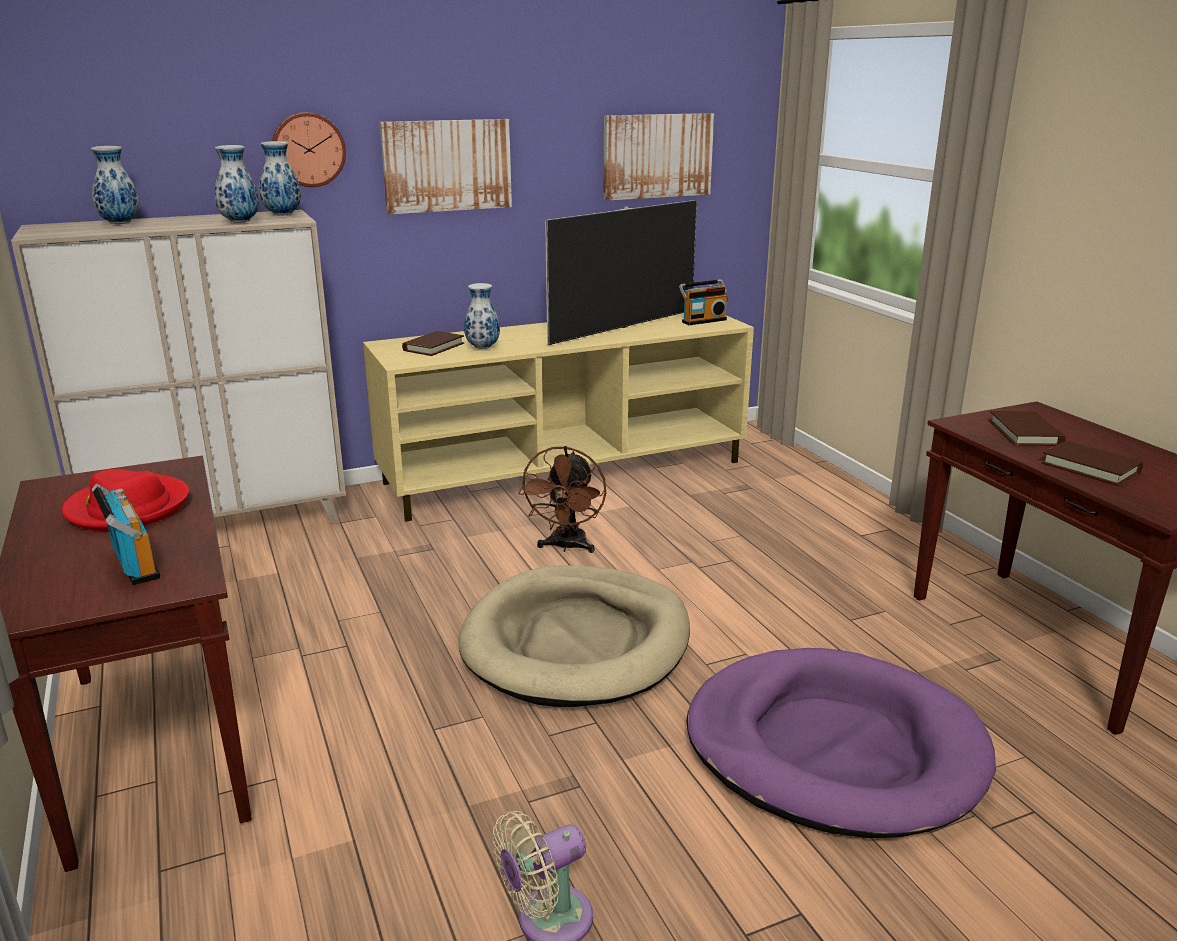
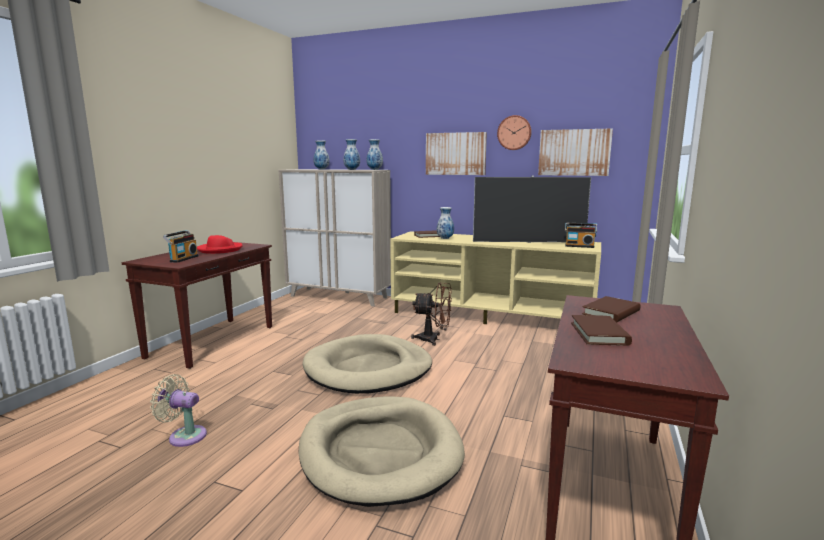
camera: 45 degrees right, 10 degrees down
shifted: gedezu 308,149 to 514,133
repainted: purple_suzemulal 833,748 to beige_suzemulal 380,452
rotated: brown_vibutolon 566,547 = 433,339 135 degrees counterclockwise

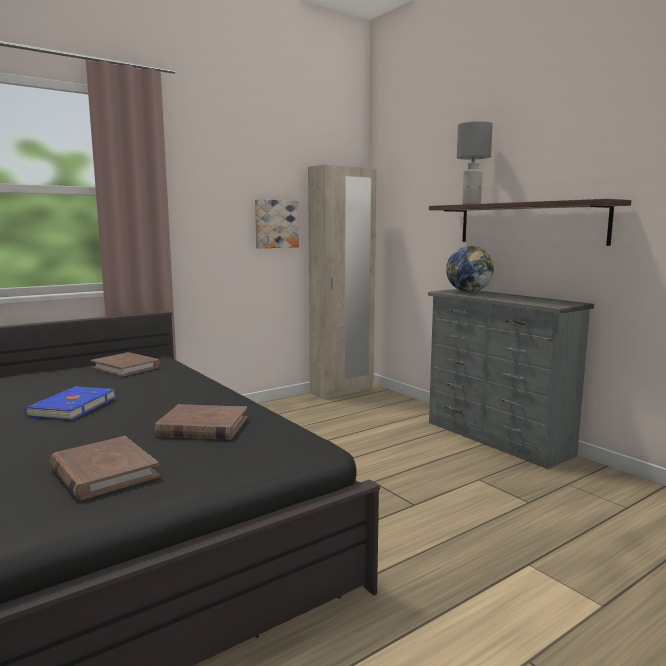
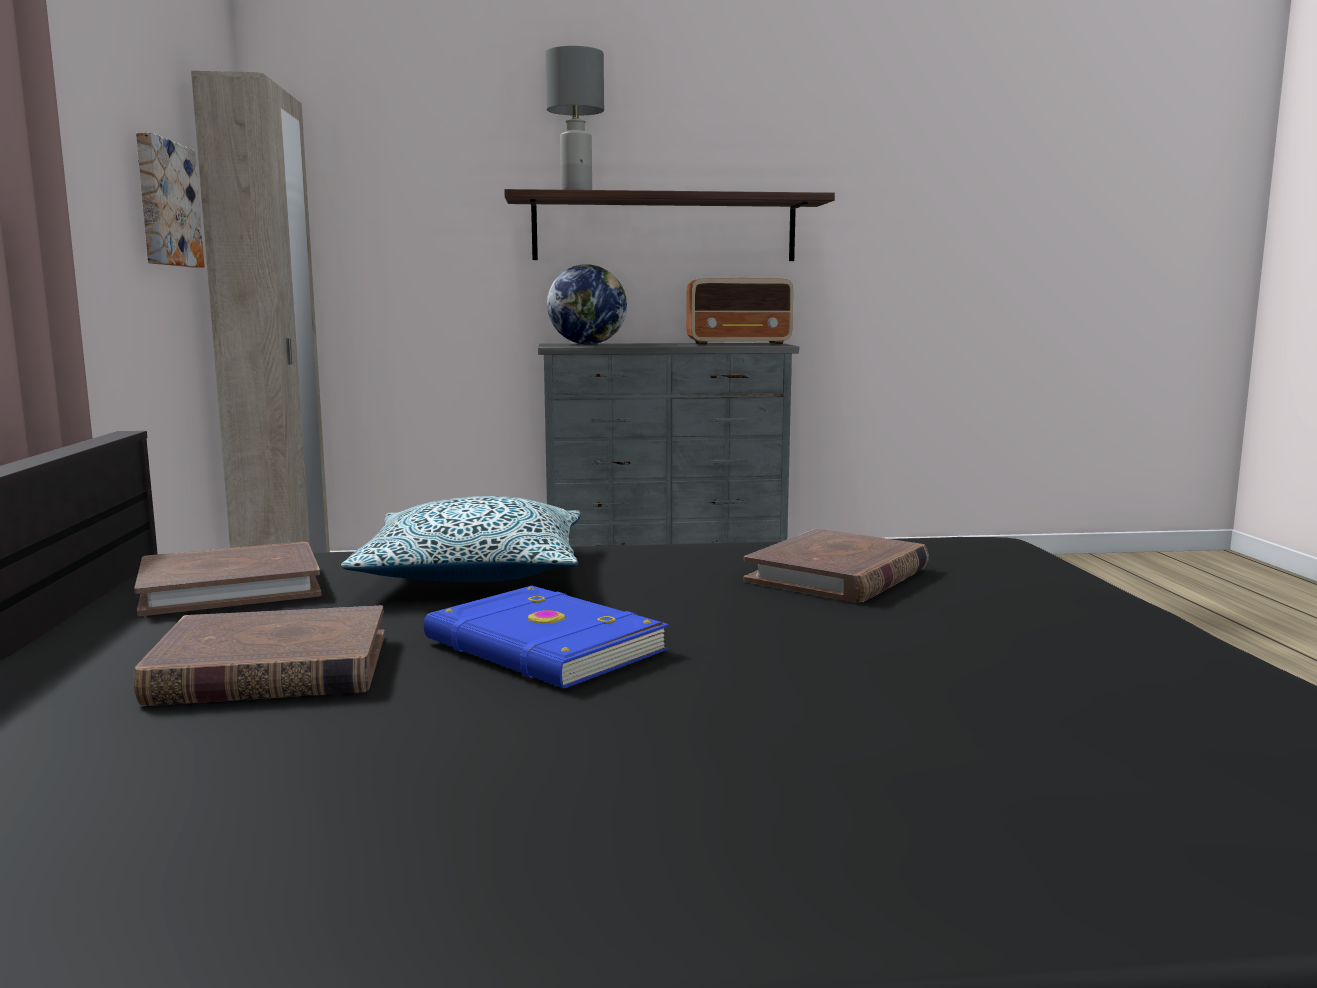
camera: 60 degrees left, 0 degrees up
new: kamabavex 474,572; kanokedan 739,343
shifted: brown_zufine 103,472 to 271,668

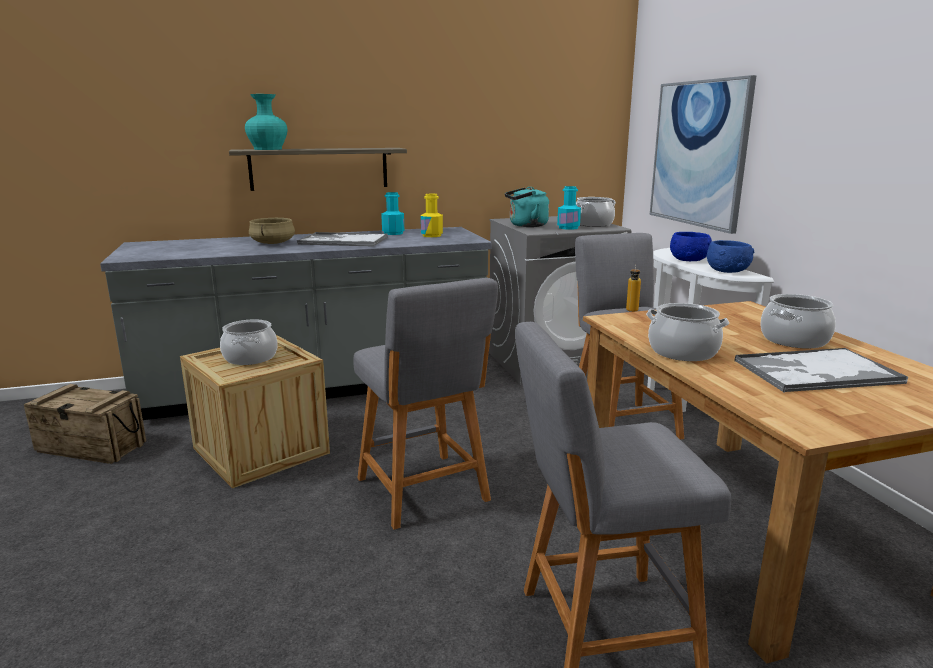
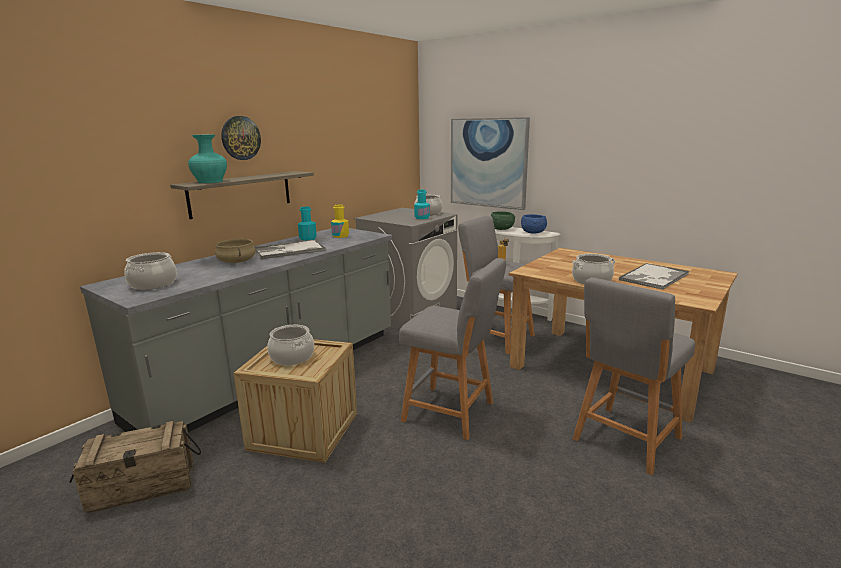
camera: 35 degrees left, 0 degrees up
gone: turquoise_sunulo 526,225
new: gedezu 240,138
shifted: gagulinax 794,340 to 153,284
repainted: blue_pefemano 689,260 to green_pefemano 502,229

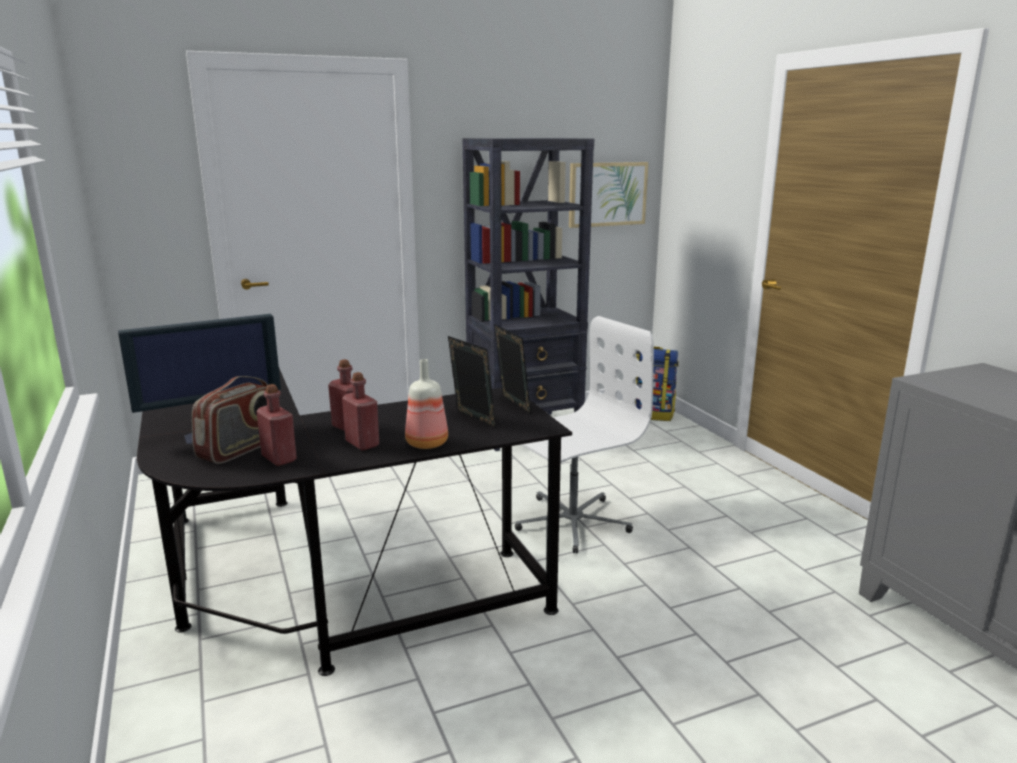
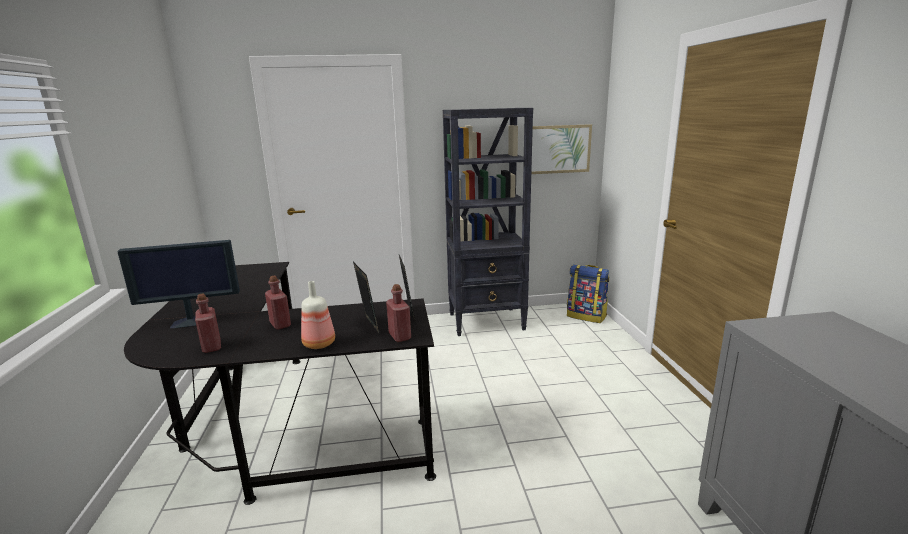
camera: 15 degrees right, 0 degrees up
gone: kanokedan 240,449; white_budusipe 571,522
shifted: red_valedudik 362,444 to 399,336

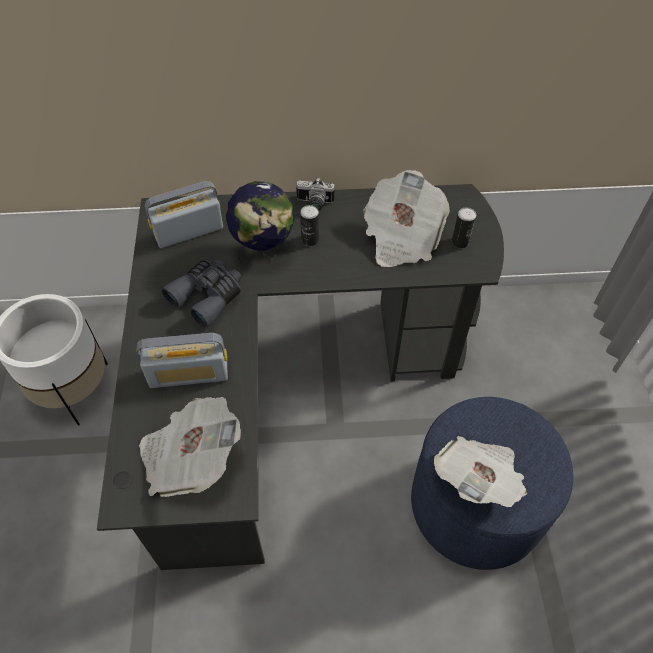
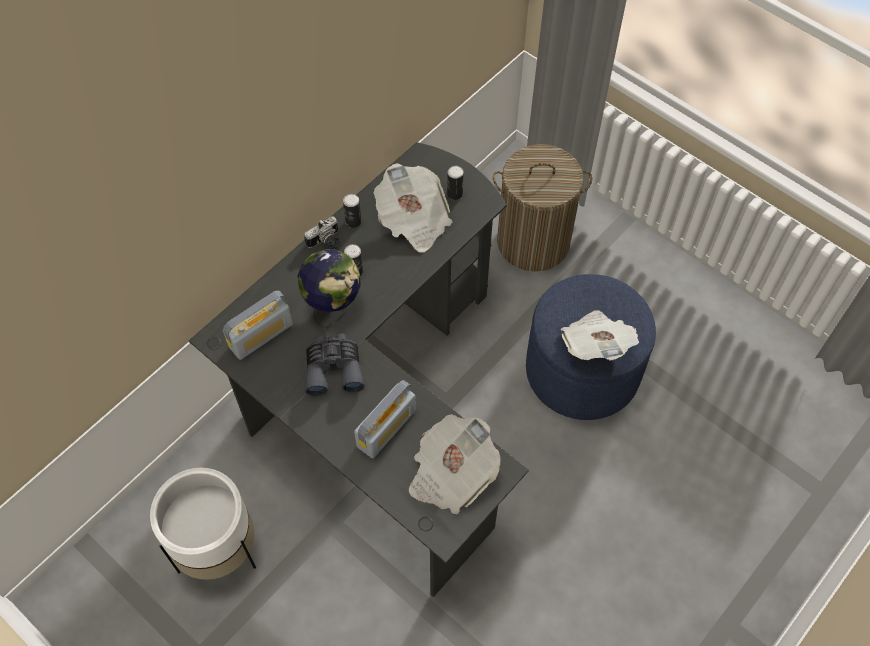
camera: 45 degrees left, 5 degrees up
new: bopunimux 353,221; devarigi 533,241
rotated: kanokedan 188,231 = 261,335 150 degrees counterclockwise

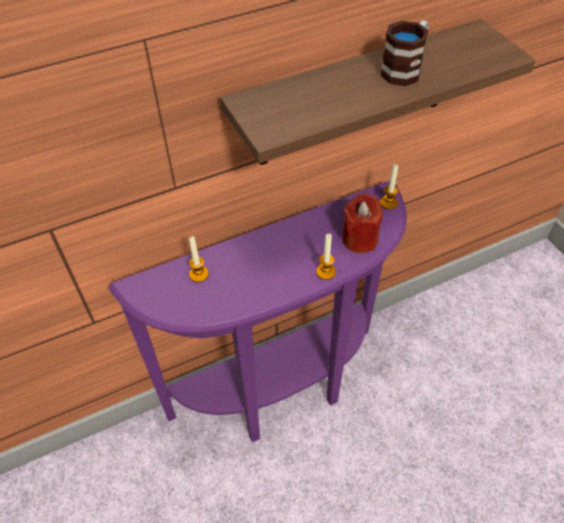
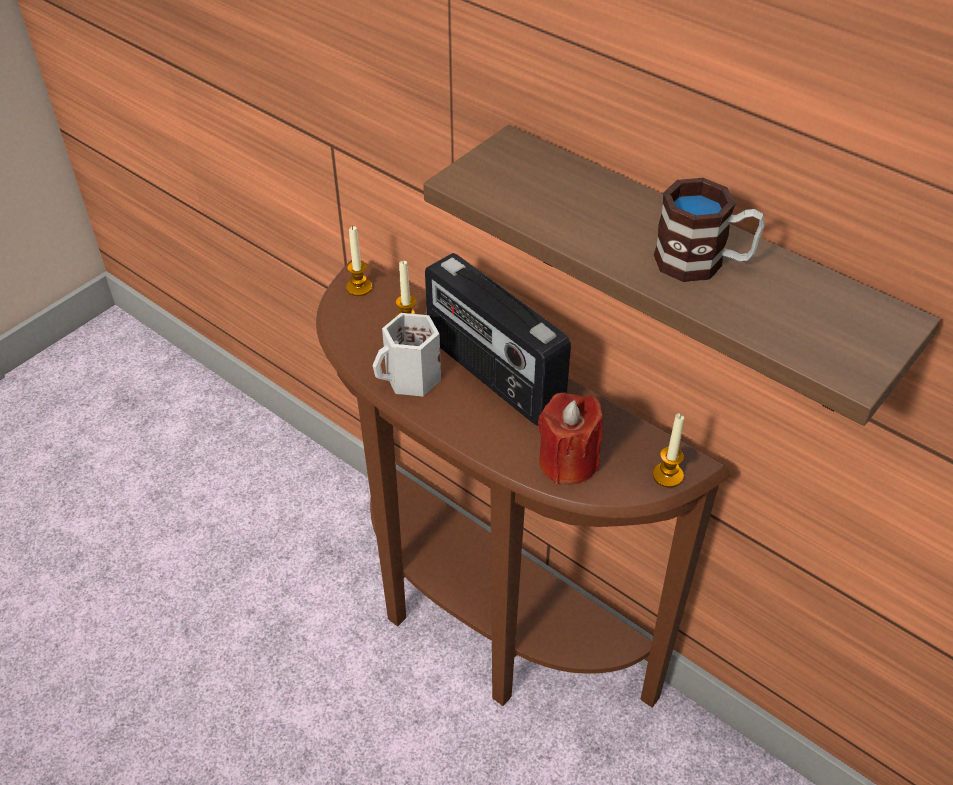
camera: 65 degrees right, 5 degrees down
new: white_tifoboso 411,379; kanokedan 492,375
shifted: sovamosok 325,272 to 359,287
repainted: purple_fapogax 282,392 to brown_fapogax 481,626

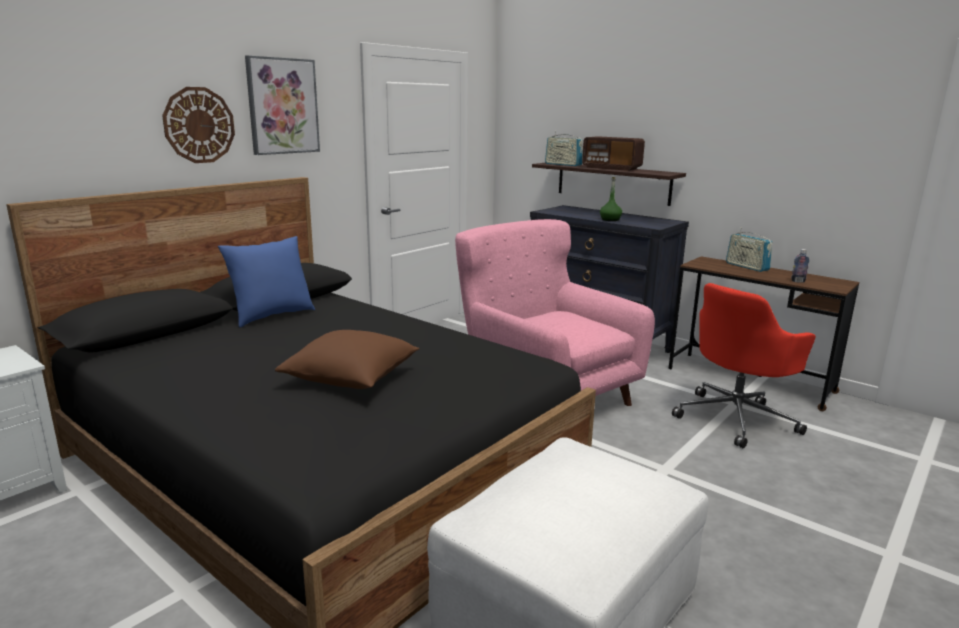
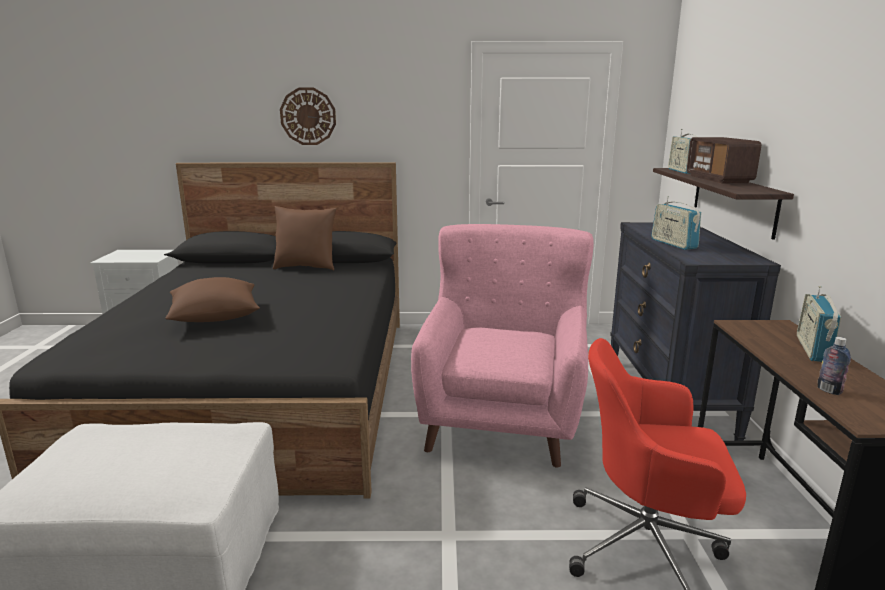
camera: 50 degrees right, 0 degrees up
gone: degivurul 282,106
swapped: green_valedudik 610,220 to kanokedan 673,244
repainted: blue_kamabavex 272,316 to brown_kamabavex 306,267

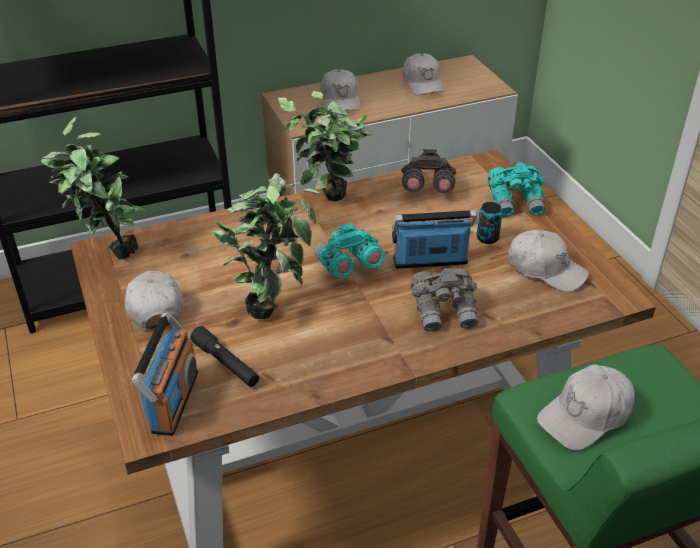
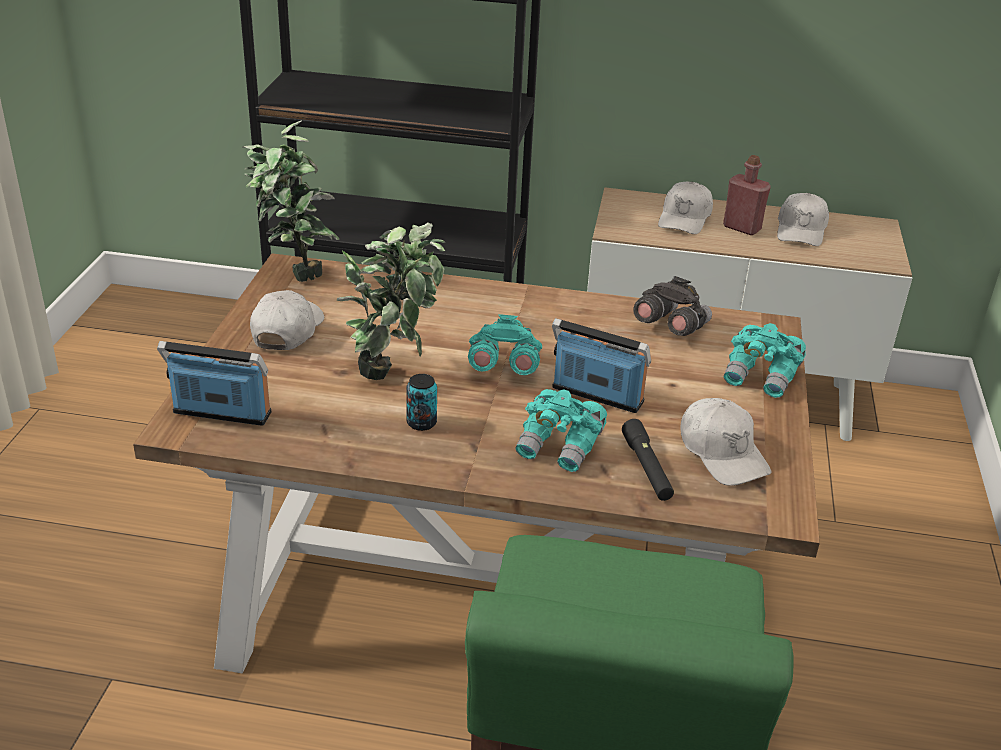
camera: 30 degrees right, 5 degrees down
gone: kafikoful 328,204; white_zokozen 586,416
new: red_valedudik 741,228
shifted: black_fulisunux 225,363 to 647,468; bopunimux 487,238 to 421,423
repainted: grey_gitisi 444,311 to turquoise_gitisi 560,446
rotated: kanokedan 173,401 = 221,414 120 degrees counterclockwise

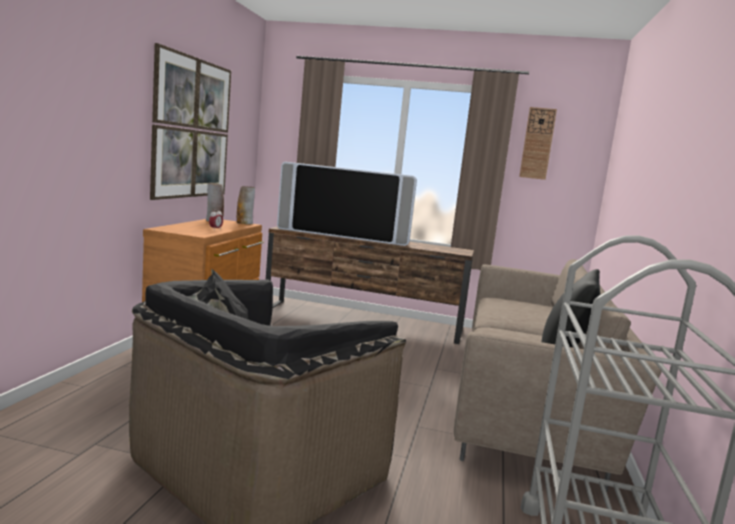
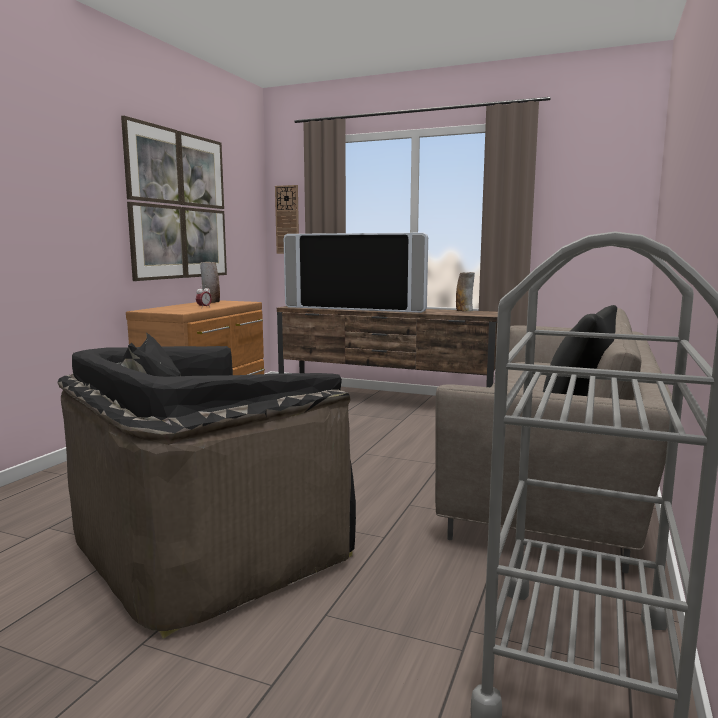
camera: 10 degrees right, 0 degrees up
shifted: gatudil 244,223 to 464,311; gedezu 537,143 to 287,220

